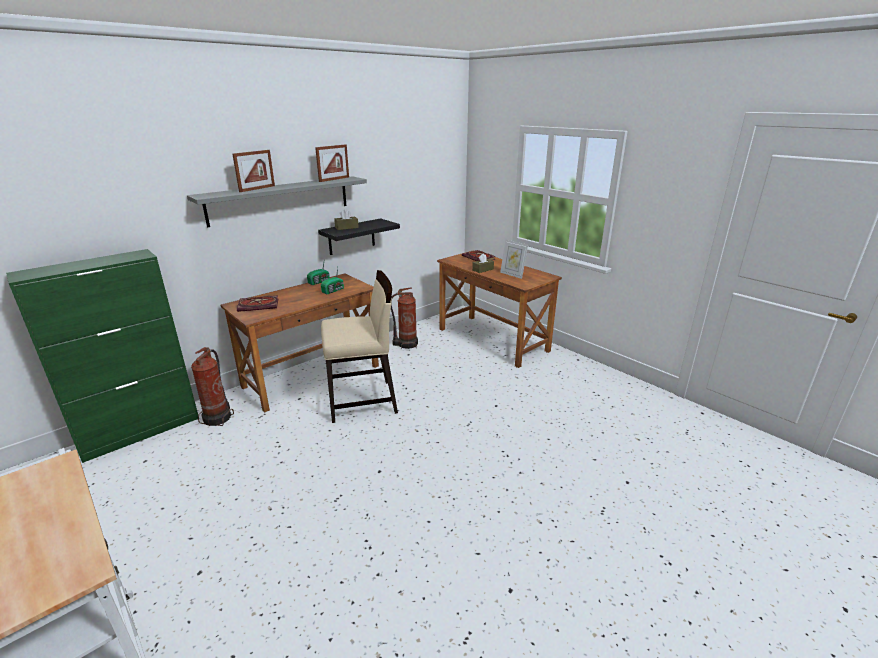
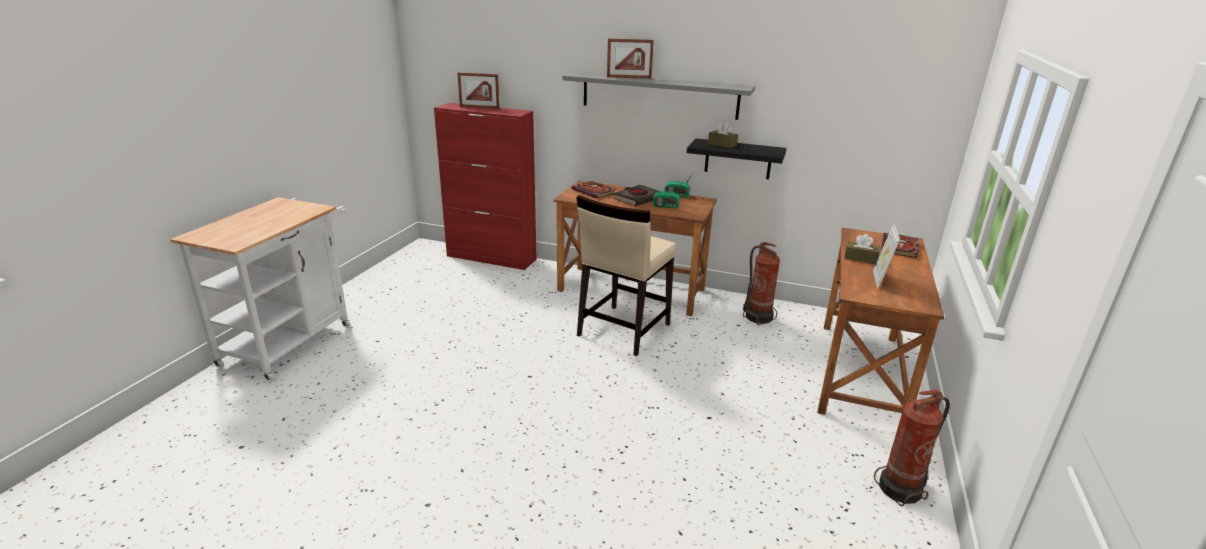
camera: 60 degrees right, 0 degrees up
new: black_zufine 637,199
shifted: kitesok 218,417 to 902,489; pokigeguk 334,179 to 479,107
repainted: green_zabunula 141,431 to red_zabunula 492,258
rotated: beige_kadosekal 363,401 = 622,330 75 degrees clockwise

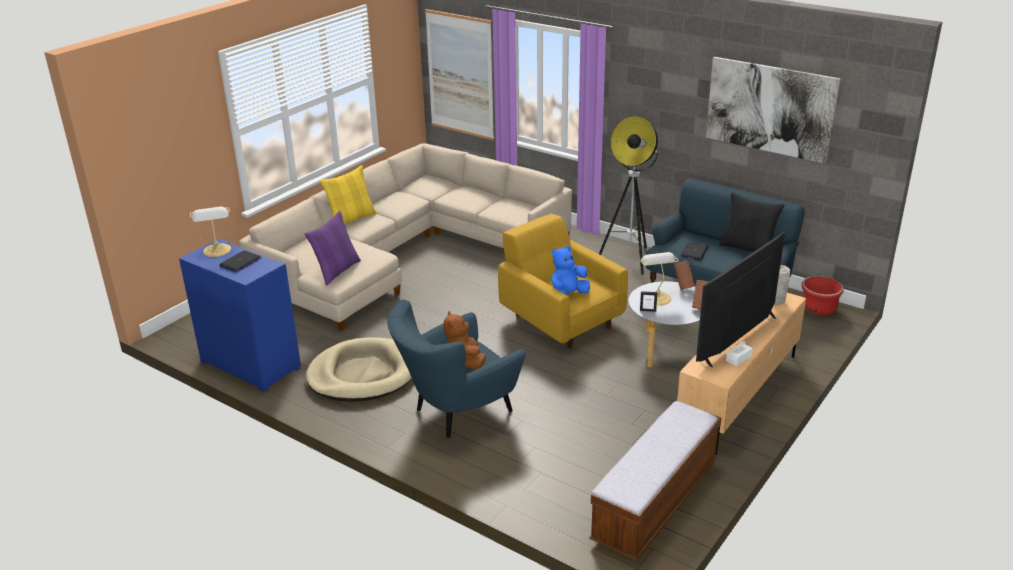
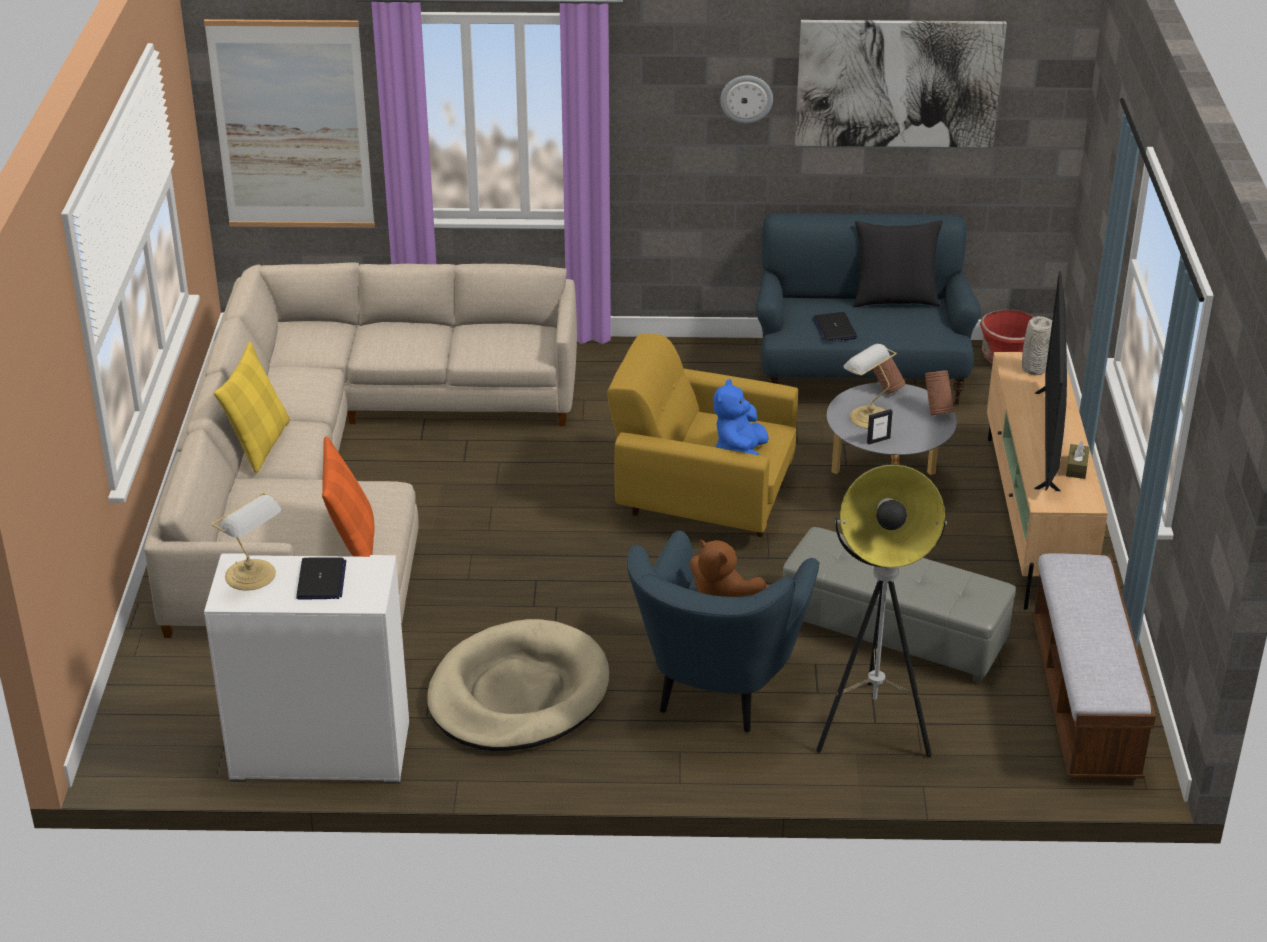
camera: 35 degrees left, 5 degrees up
new: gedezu 746,98; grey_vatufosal 892,633
shifted: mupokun 629,260 to 872,727
repainted: blue_zabunula 249,365 to white_zabunula 319,753; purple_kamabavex 337,271 to orange_kamabavex 352,542; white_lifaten 738,358 to brown_lifaten 1076,467

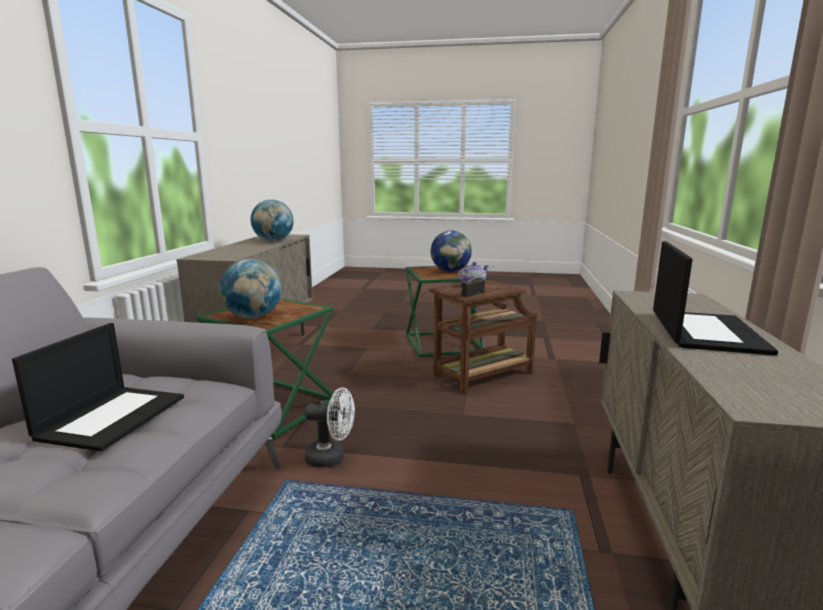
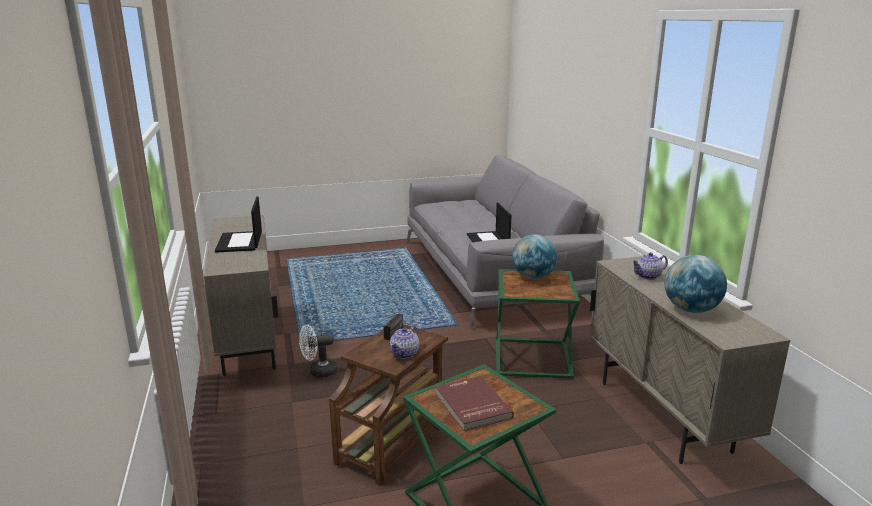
camera: 155 degrees right, 5 degrees up
new: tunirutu 648,276
shifted: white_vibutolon 331,458 to 318,372
swapped: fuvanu 450,271 to red_zufine 471,405

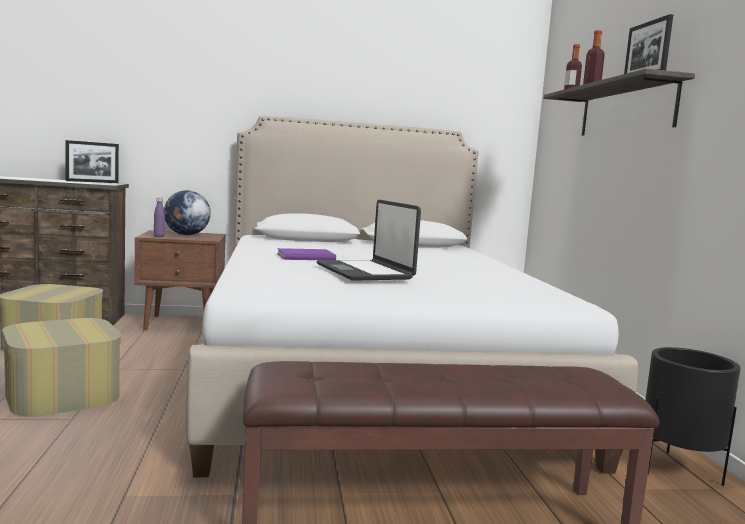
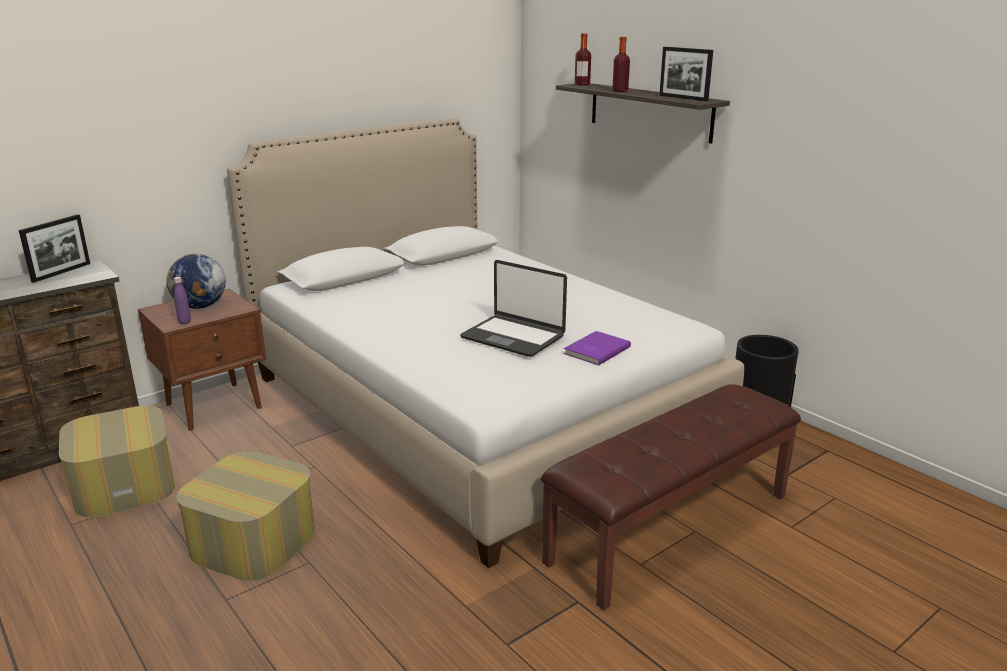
camera: 30 degrees left, 15 degrees up
shifted: purple_zufine 304,256 to 595,350

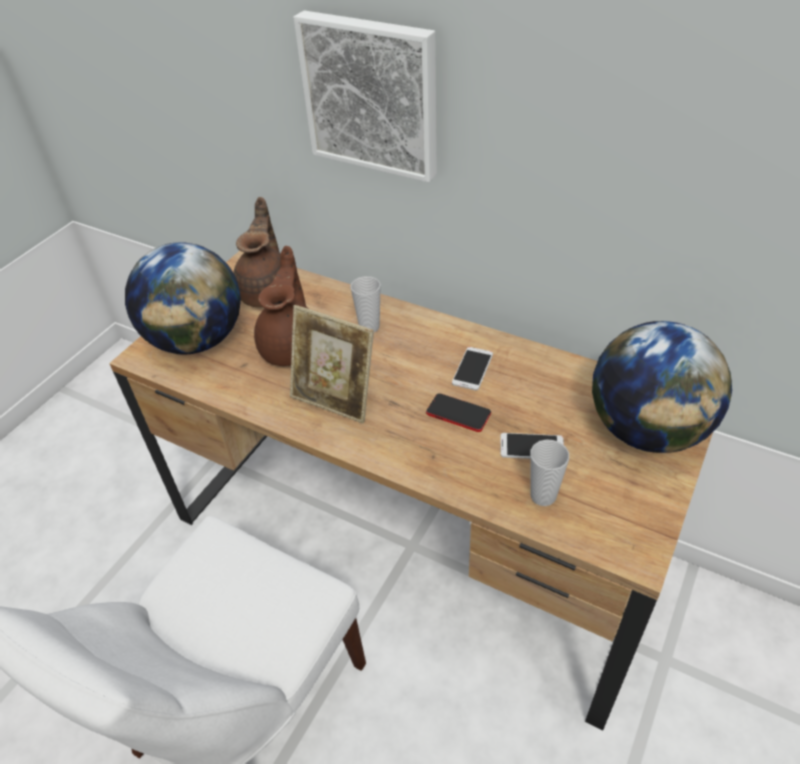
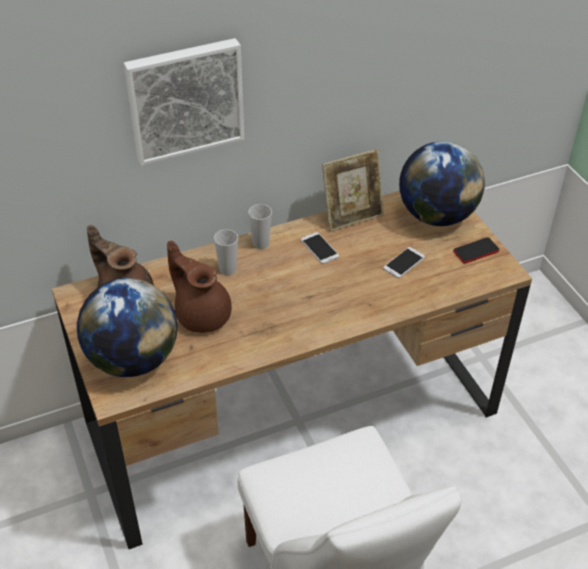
camera: 55 degrees left, 0 degrees up
shifted: pokigeguk 335,399 to 352,216; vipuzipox 458,413 to 476,251; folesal 543,496 to 261,243

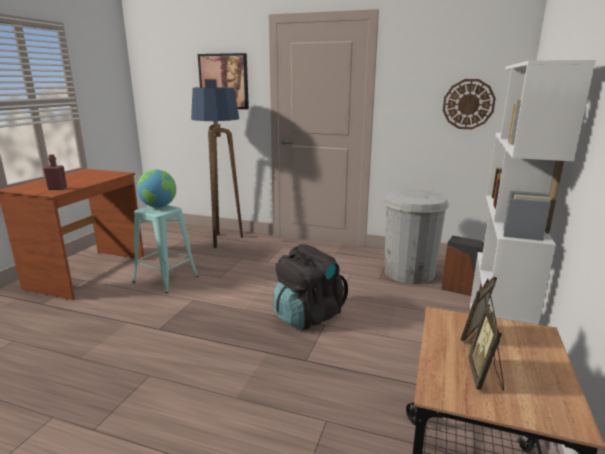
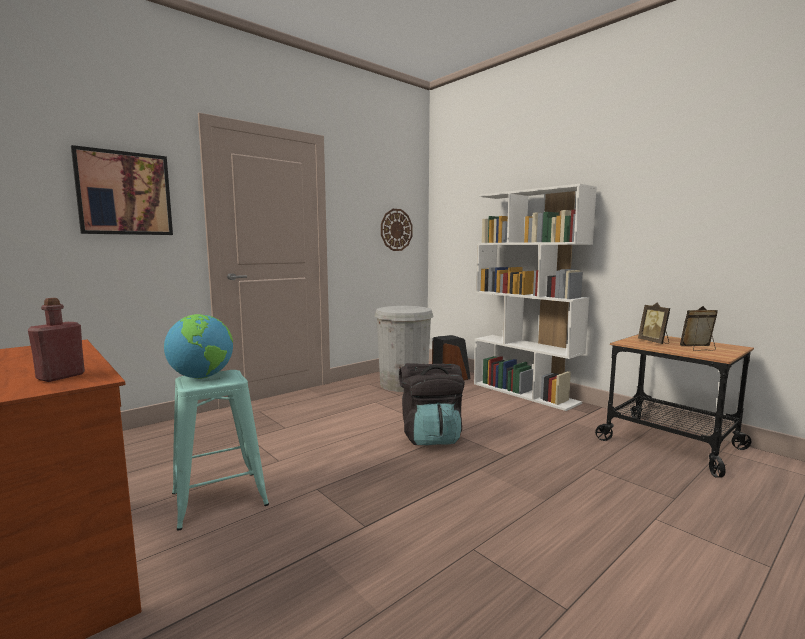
camera: 60 degrees left, 10 degrees down
gone: mupokun 223,241
rotated: pokigeguk 485,376 = 698,348 135 degrees clockwise

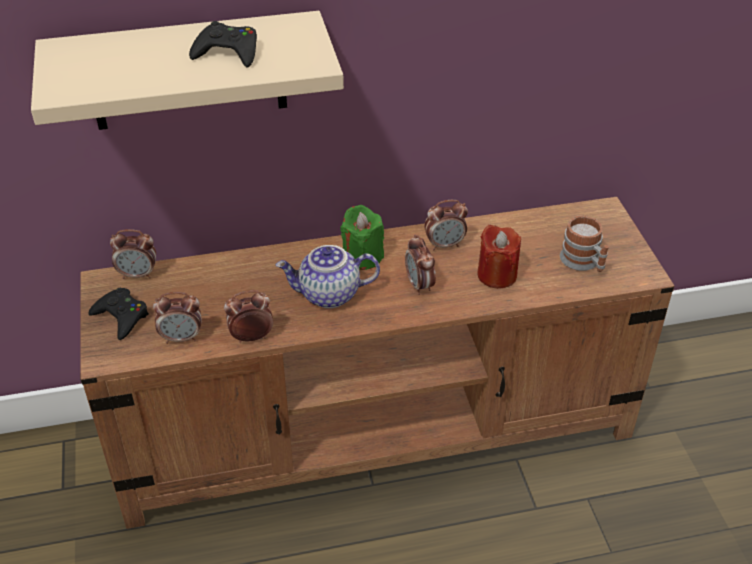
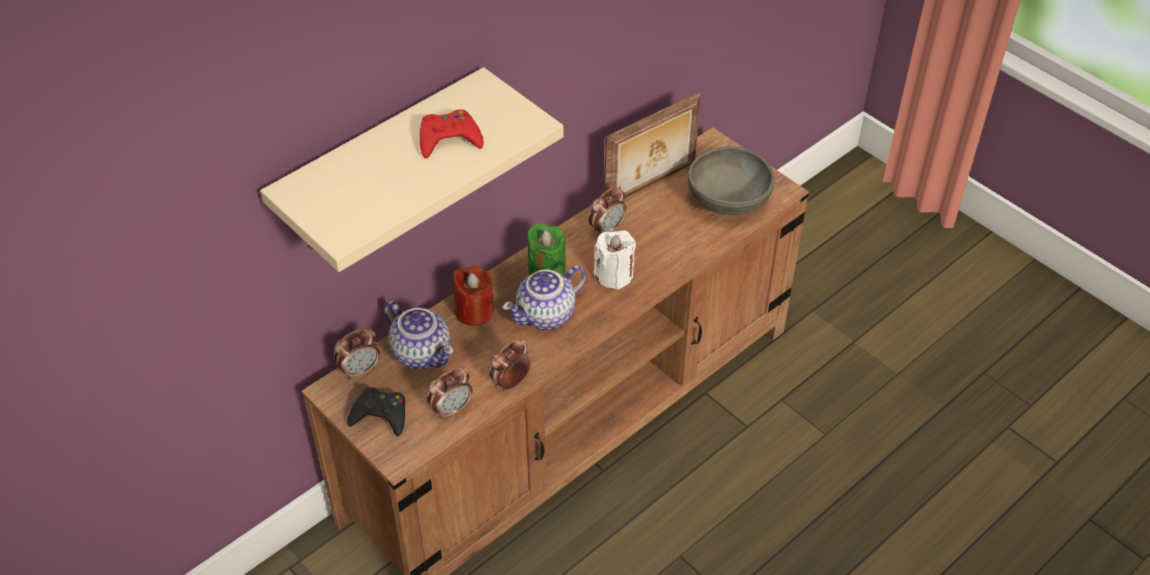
camera: 30 degrees left, 5 degrees up
new: tunirutu 423,353; pokigeguk 651,185
shifted: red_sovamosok 497,275 to 474,311
swapped: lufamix 419,285 to white_sovamosok 614,275; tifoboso 583,262 to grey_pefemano 728,199
repainted: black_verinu 228,52 to red_verinu 449,139

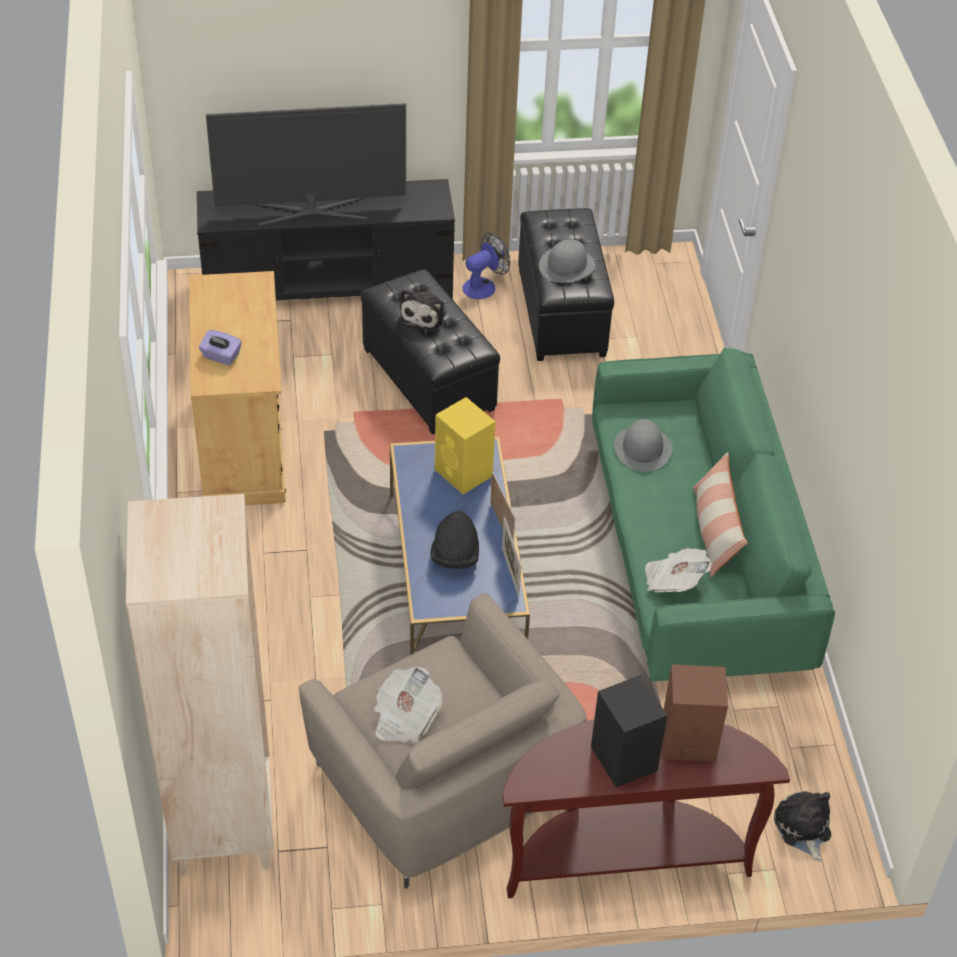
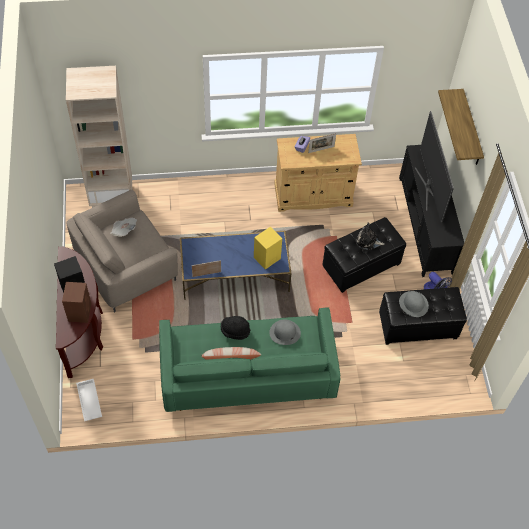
camera: 90 degrees right, 10 degrees up
gone: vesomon 673,581
new: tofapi 471,129
shifted: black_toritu 455,556 to 235,331; pokigeguk 501,525 to 321,149
swapped: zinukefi 803,829 to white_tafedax 89,401

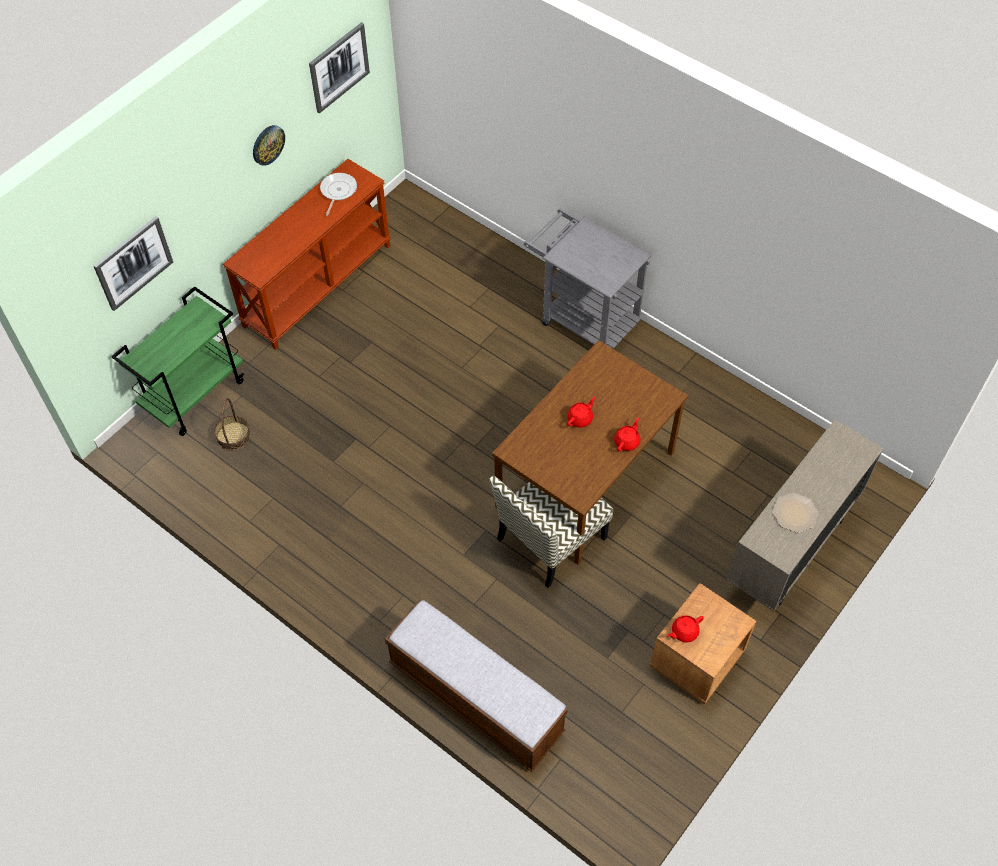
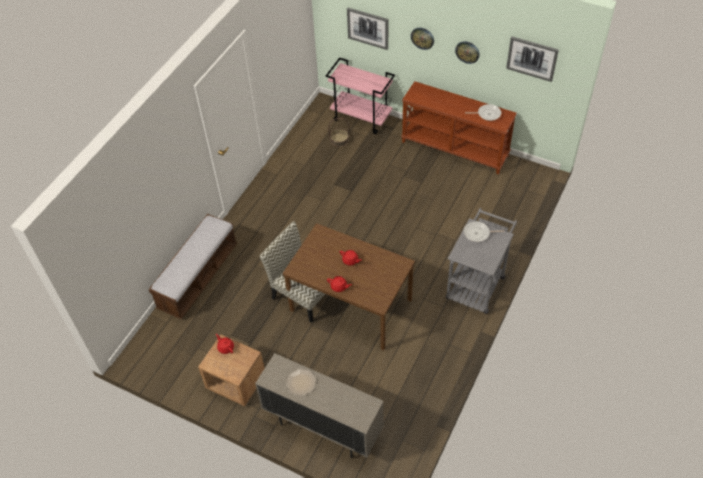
camera: 80 degrees right, 5 degrees down
new: gedezu 422,38; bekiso 478,233
repainted: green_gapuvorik 195,394 to pink_gapuvorik 362,118

